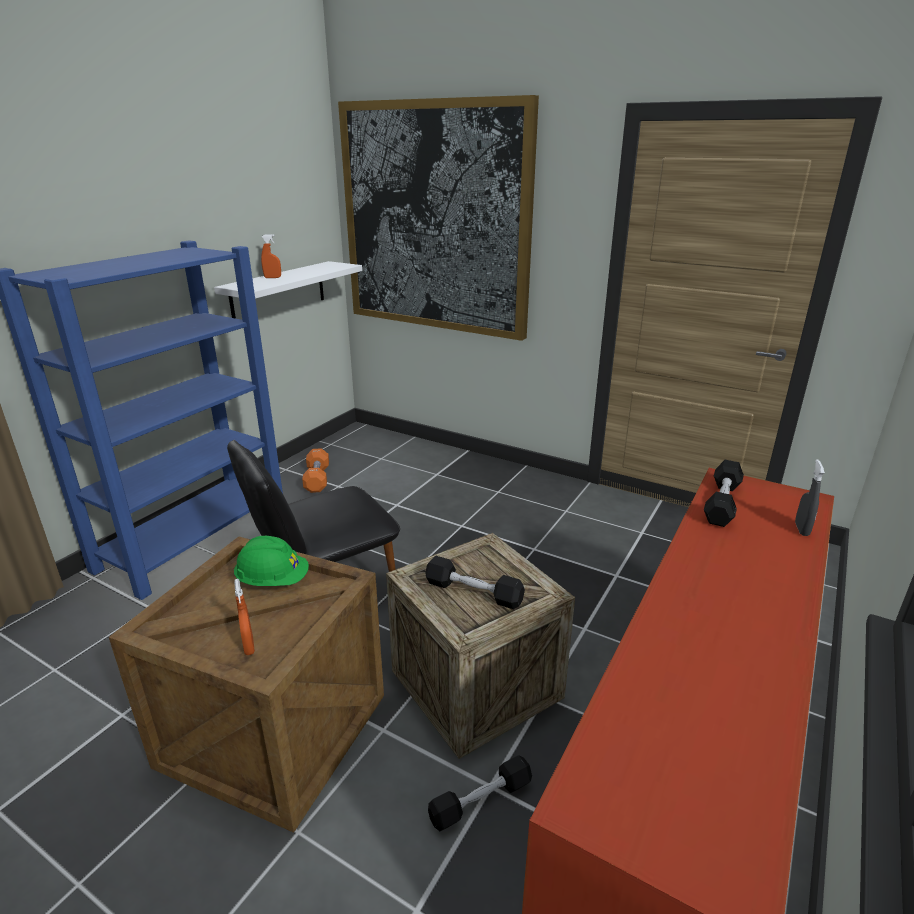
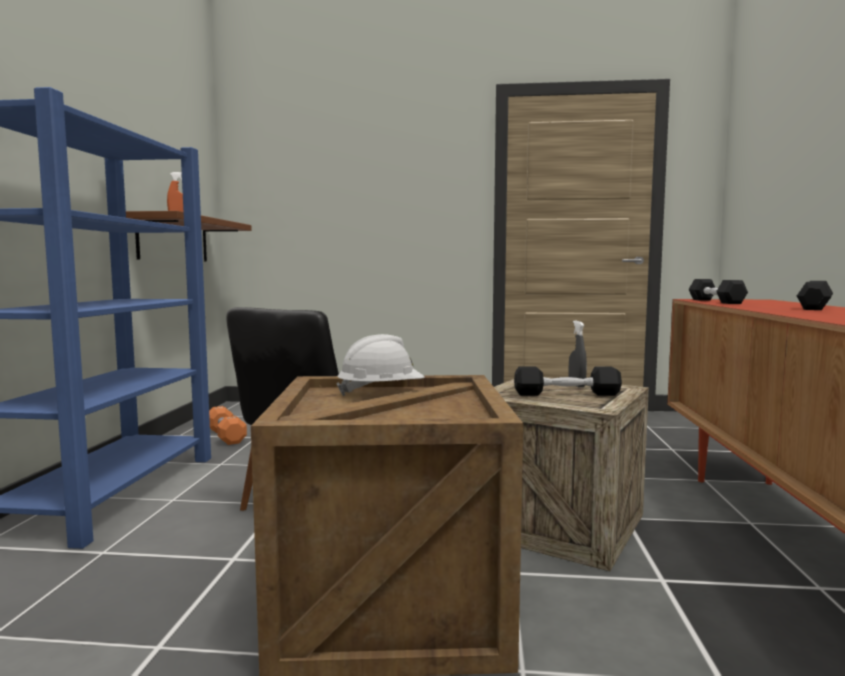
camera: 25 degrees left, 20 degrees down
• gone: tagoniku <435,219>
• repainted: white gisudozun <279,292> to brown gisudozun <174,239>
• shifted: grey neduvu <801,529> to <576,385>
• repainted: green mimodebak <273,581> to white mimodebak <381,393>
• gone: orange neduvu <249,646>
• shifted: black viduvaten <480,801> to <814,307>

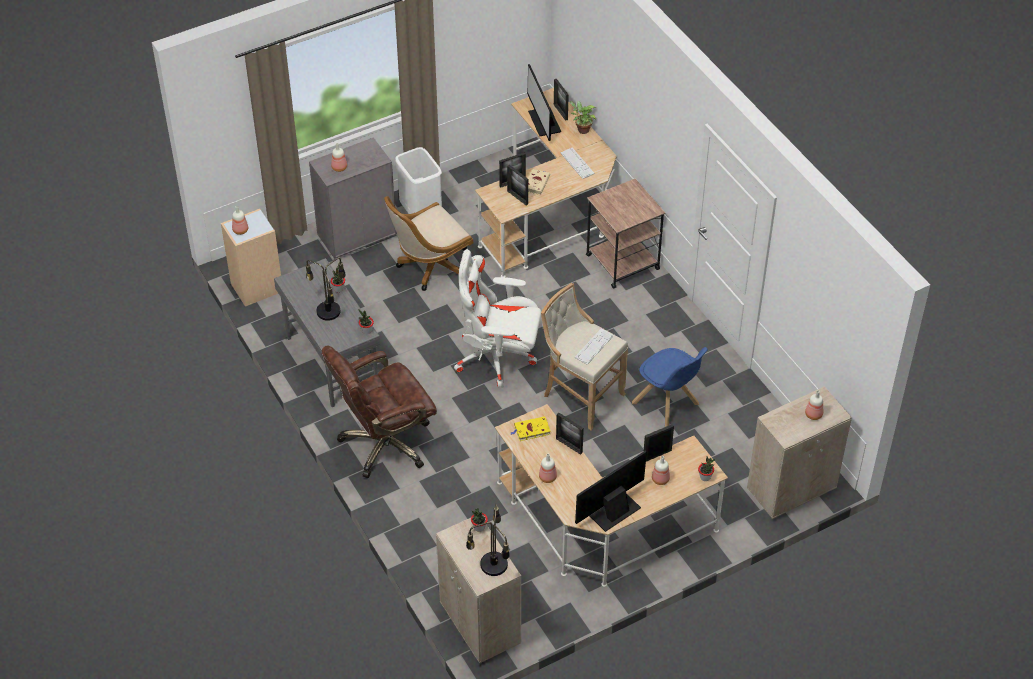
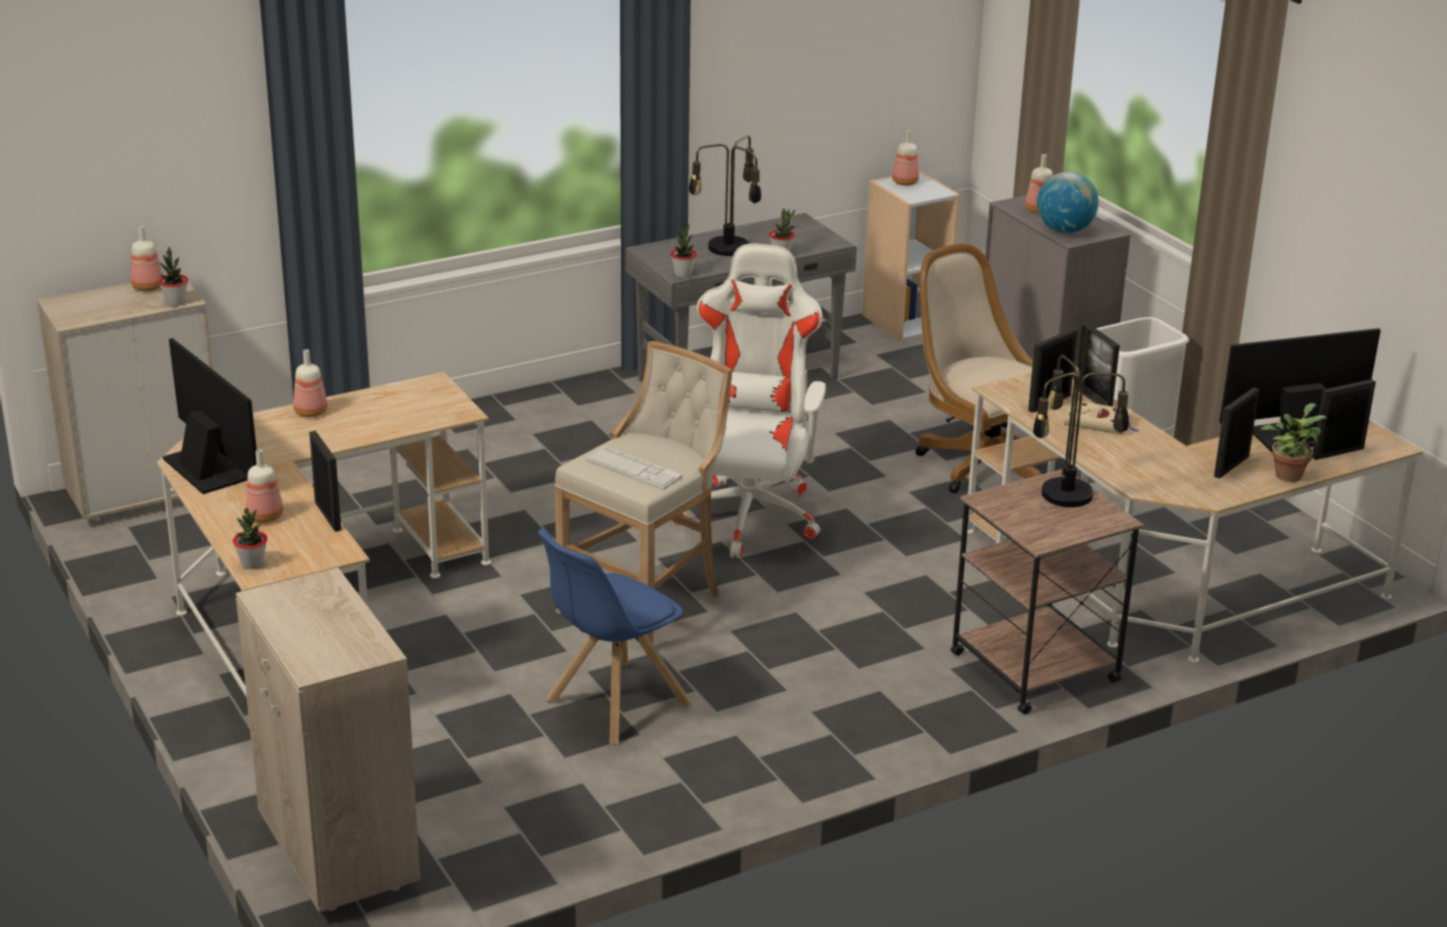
camera: 90 degrees right, 20 degrees down
• gone: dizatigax <577,163>
• gone: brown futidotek <385,442>
• shifted: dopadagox <813,414> to <149,287>
• shifted: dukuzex <569,445> to <1231,466>
• gone: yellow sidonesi <531,430>
• shifted: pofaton <493,564> to <1066,494>
• new: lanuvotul <1064,231>

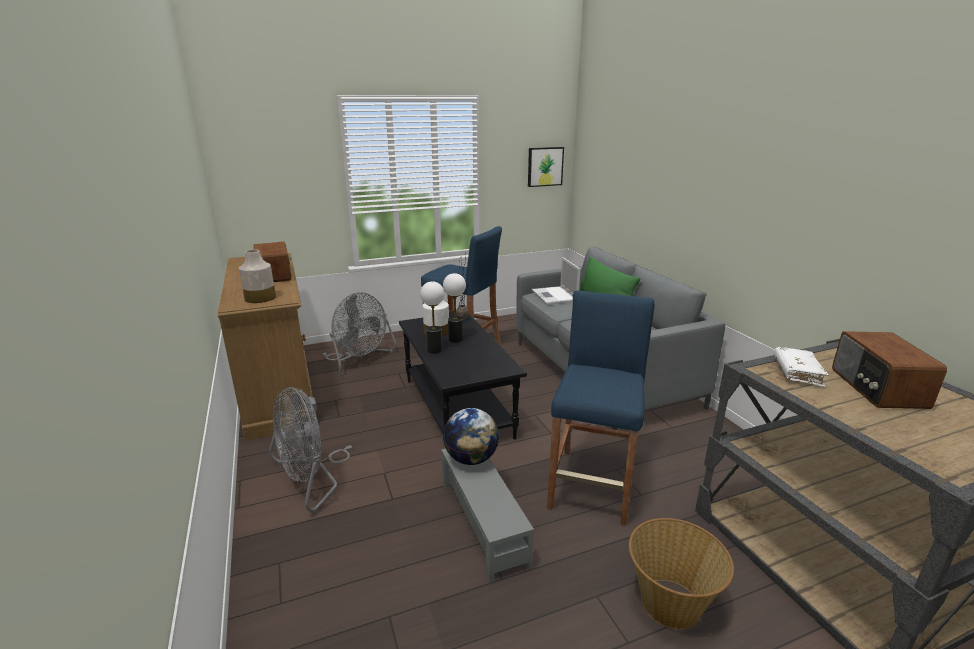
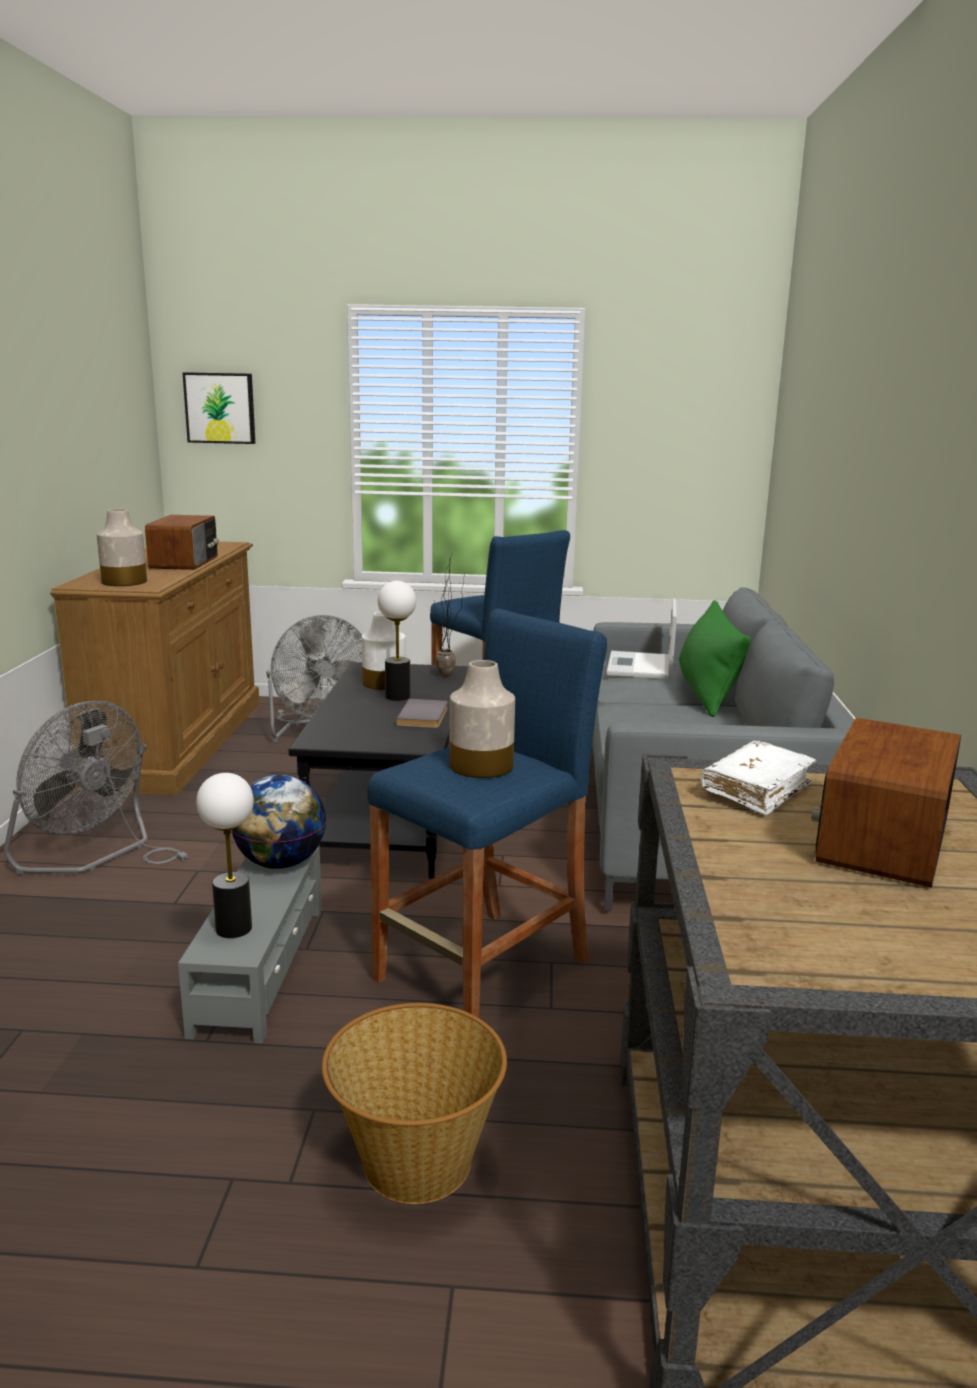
camera: 25 degrees right, 5 degrees down
• shifted: tagoniku <544,166> to <220,408>
• shifted: pofaton <434,350> to <234,928>
• rotated: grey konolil <312,477> = <106,851> 45 degrees clockwise
• new: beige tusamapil <480,765>
• new: grey sidonesi <425,716>

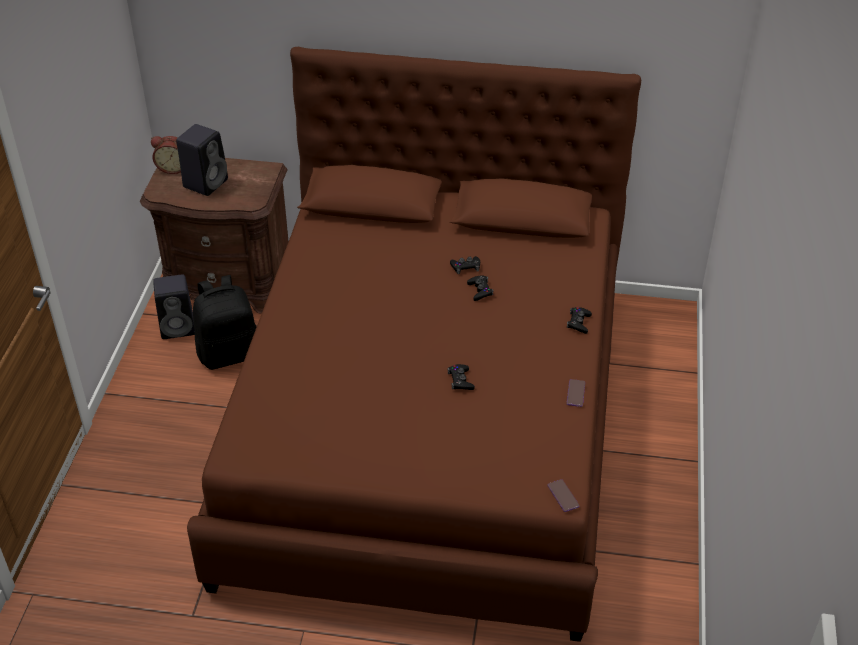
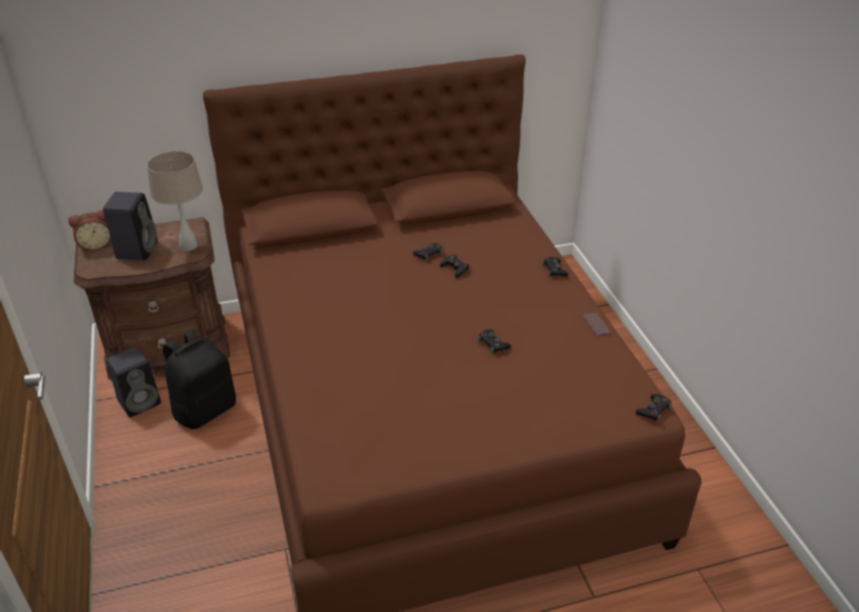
camera: 25 degrees left, 5 degrees down
• swapped: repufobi <563,496> to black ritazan <653,410>
• new: beige pofaton <188,246>

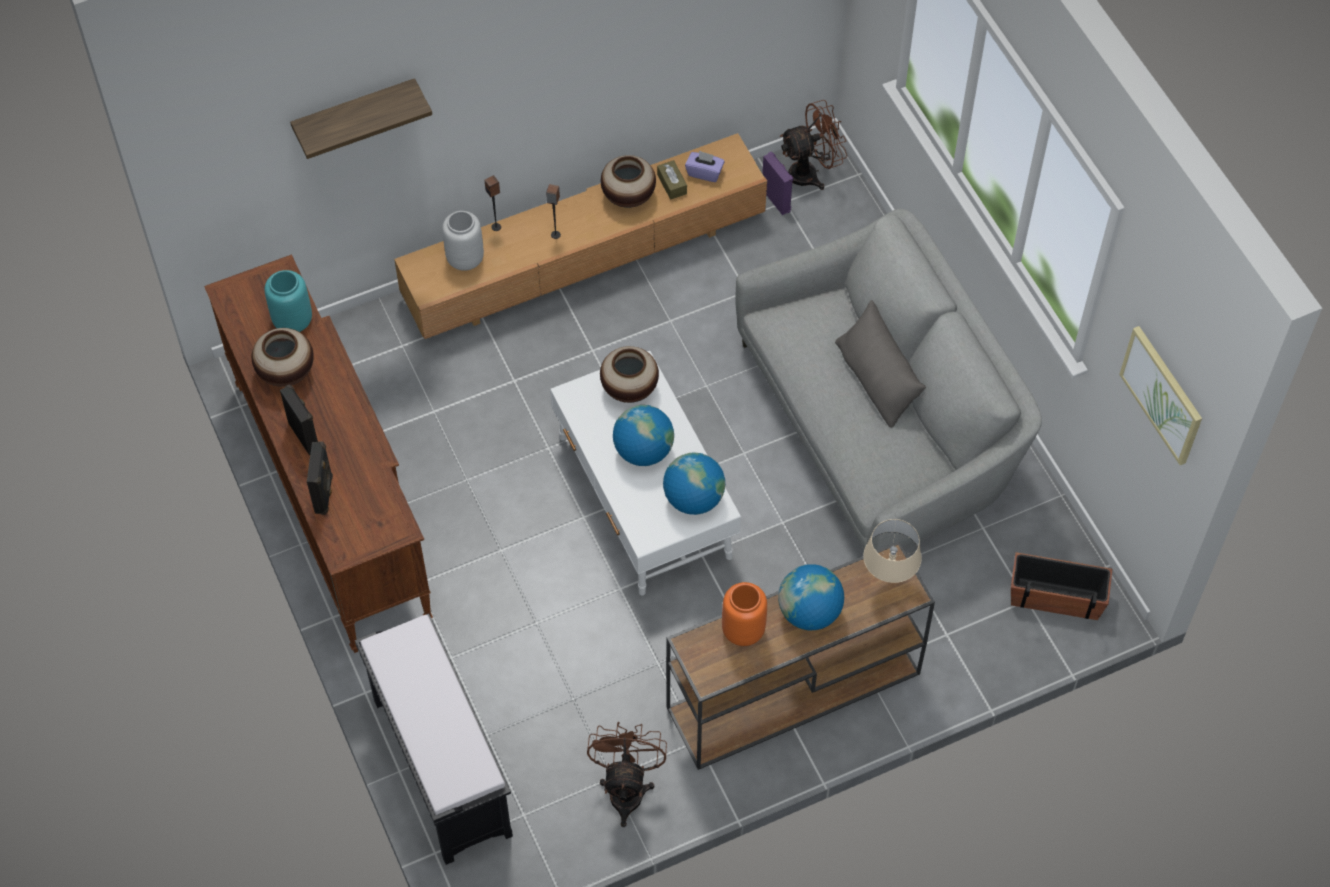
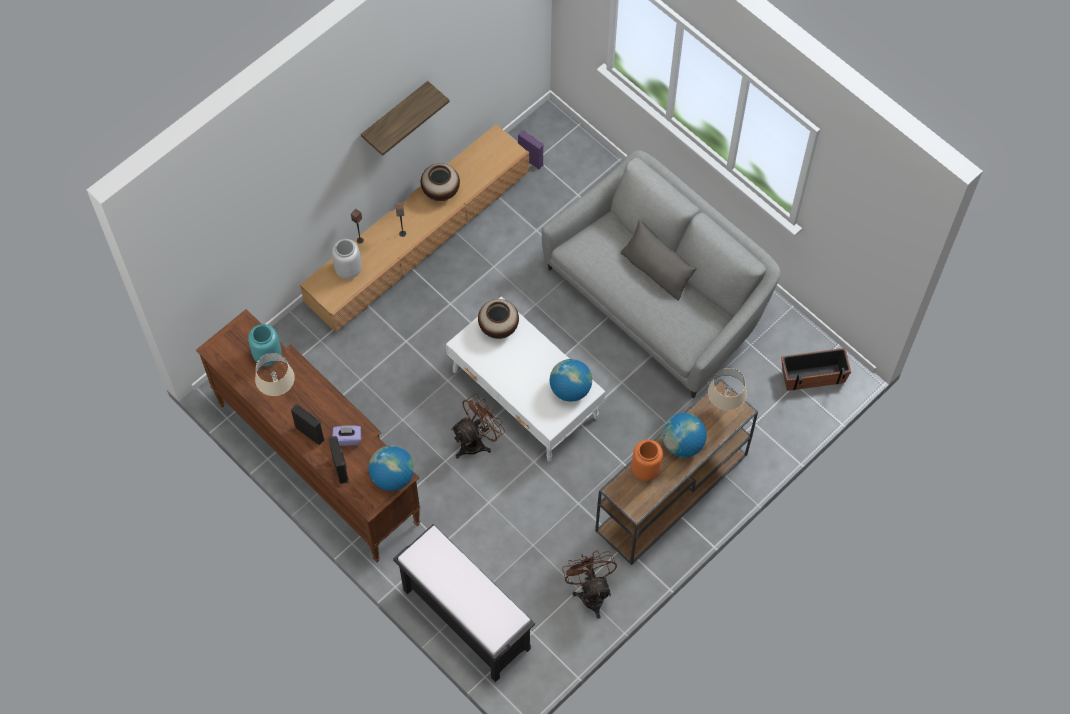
camera: 20 degrees left, 5 degrees up
• shifted: gisudozun <355,115> to <395,116>
• shifted: brown konolil <810,173> to <476,441>
• shifted: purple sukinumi <704,172> to <347,439>
• gone: brown sukinumi <672,184>
• gone: tagoniku <1162,394>
• swapped: tusamapil <286,372> to beige pofaton <279,392>
• shifted: lanuvotul <643,451> to <392,476>

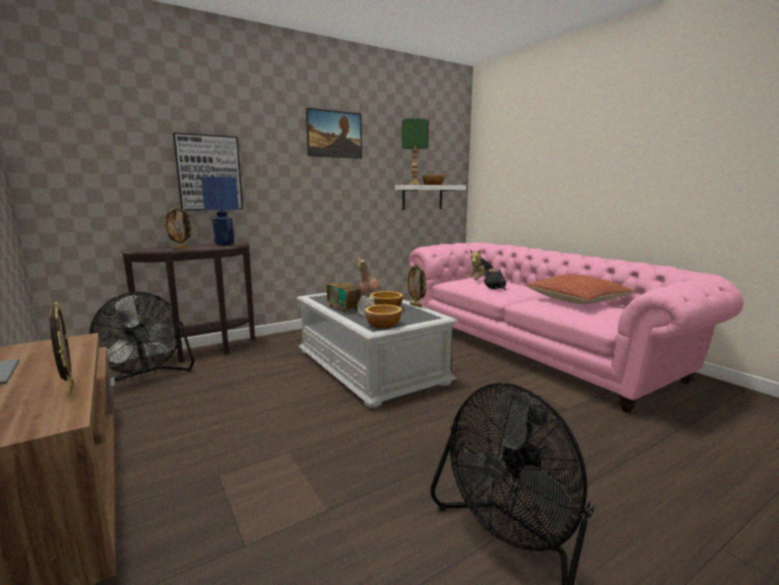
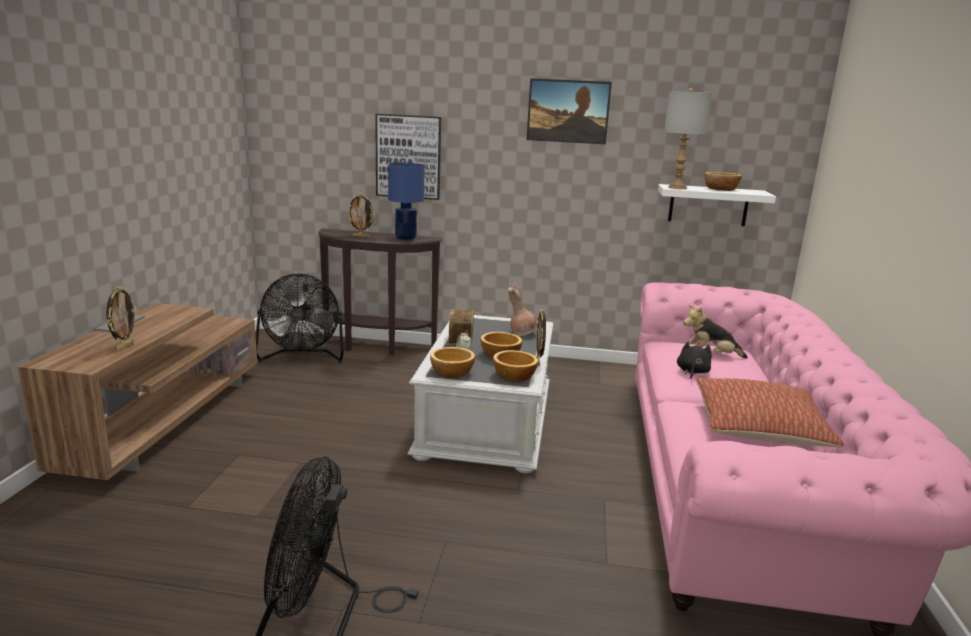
camera: 40 degrees right, 5 degrees up
• repainted: green pofaton <414,184> to grey pofaton <677,188>
• new: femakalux <513,376>

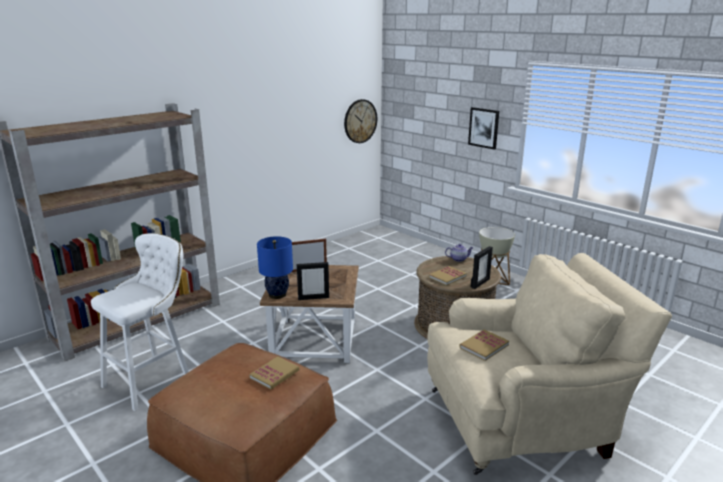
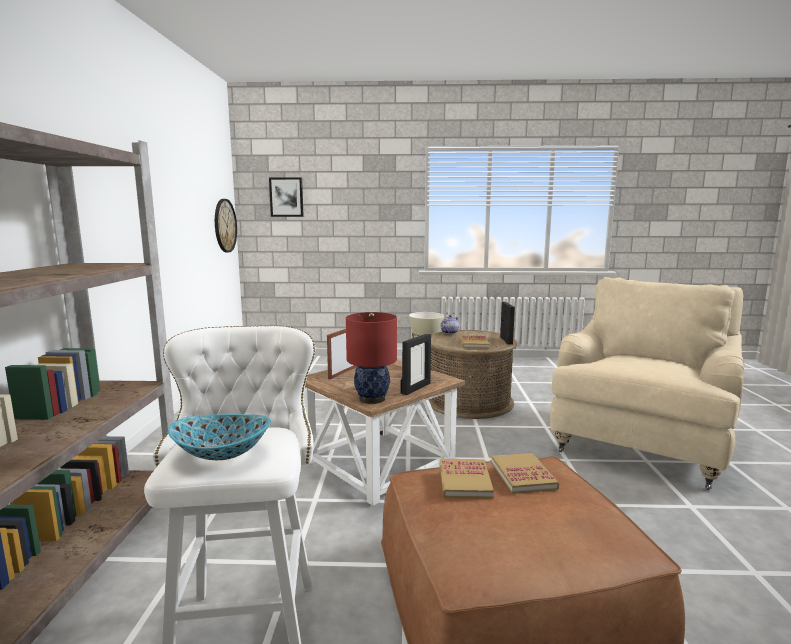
camera: 45 degrees left, 10 degrees down
• shifted: tagoniku <484,128> to <286,197>
• repainted: blue pofaton <277,295> to red pofaton <372,399>
• shifted: sidonesi <484,346> to <464,481>
• new: femakalux <222,454>

